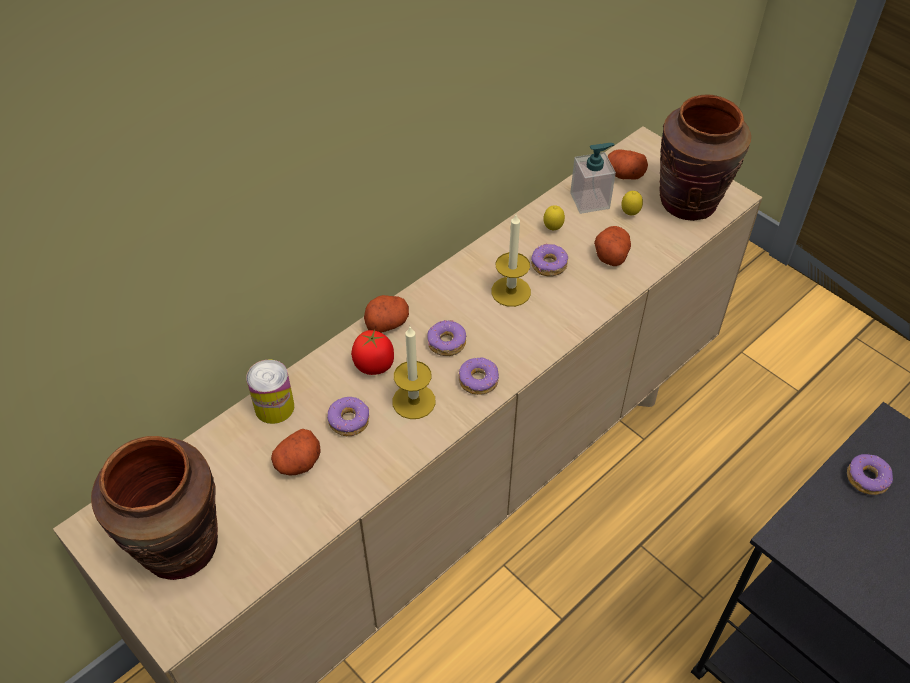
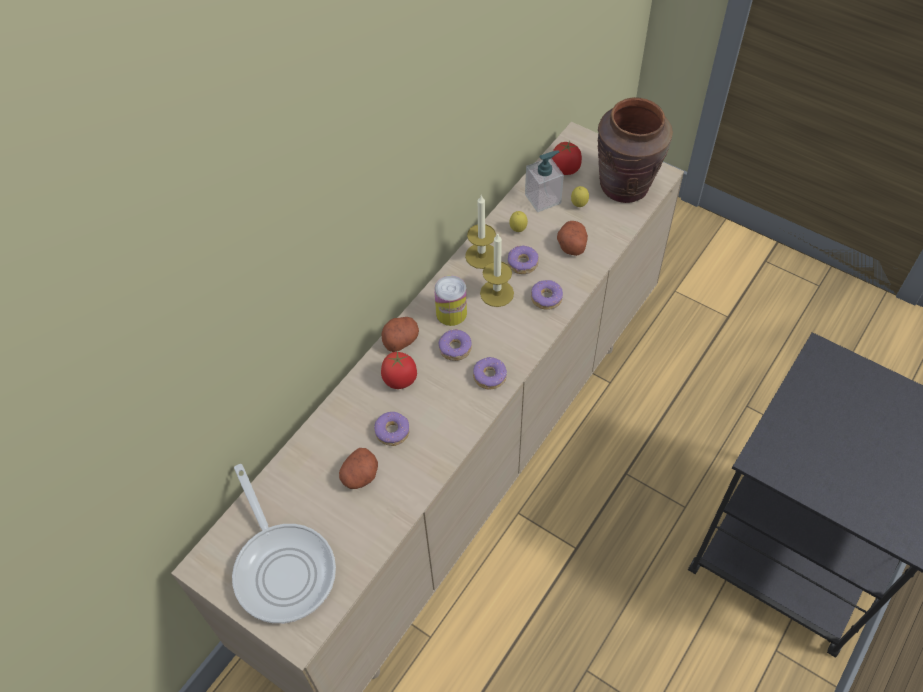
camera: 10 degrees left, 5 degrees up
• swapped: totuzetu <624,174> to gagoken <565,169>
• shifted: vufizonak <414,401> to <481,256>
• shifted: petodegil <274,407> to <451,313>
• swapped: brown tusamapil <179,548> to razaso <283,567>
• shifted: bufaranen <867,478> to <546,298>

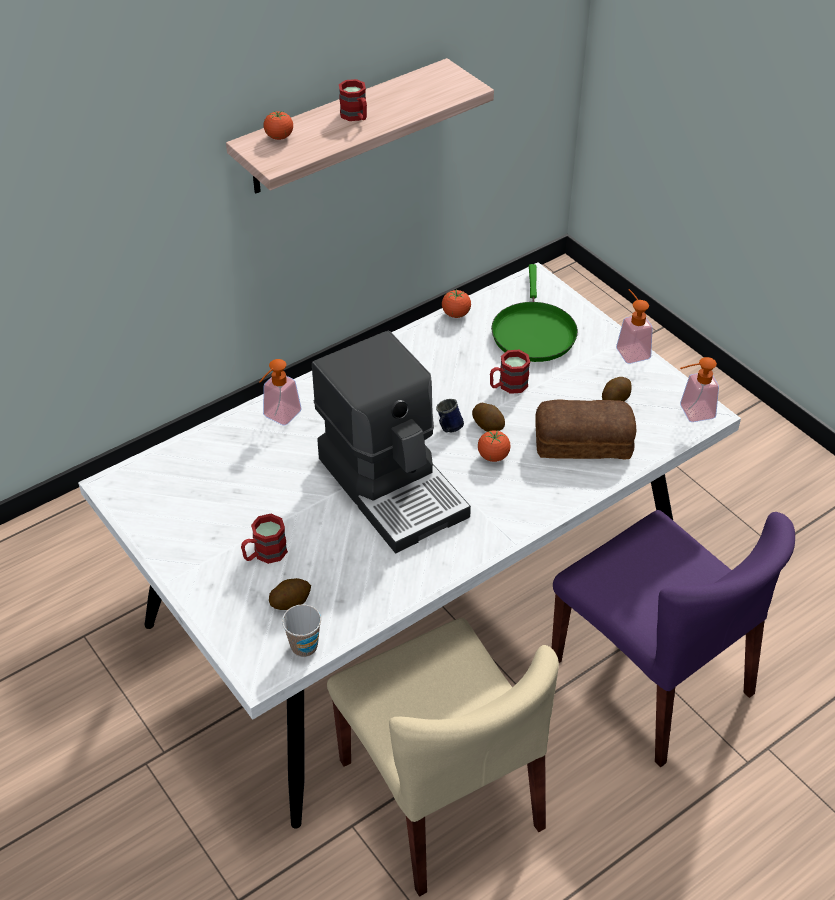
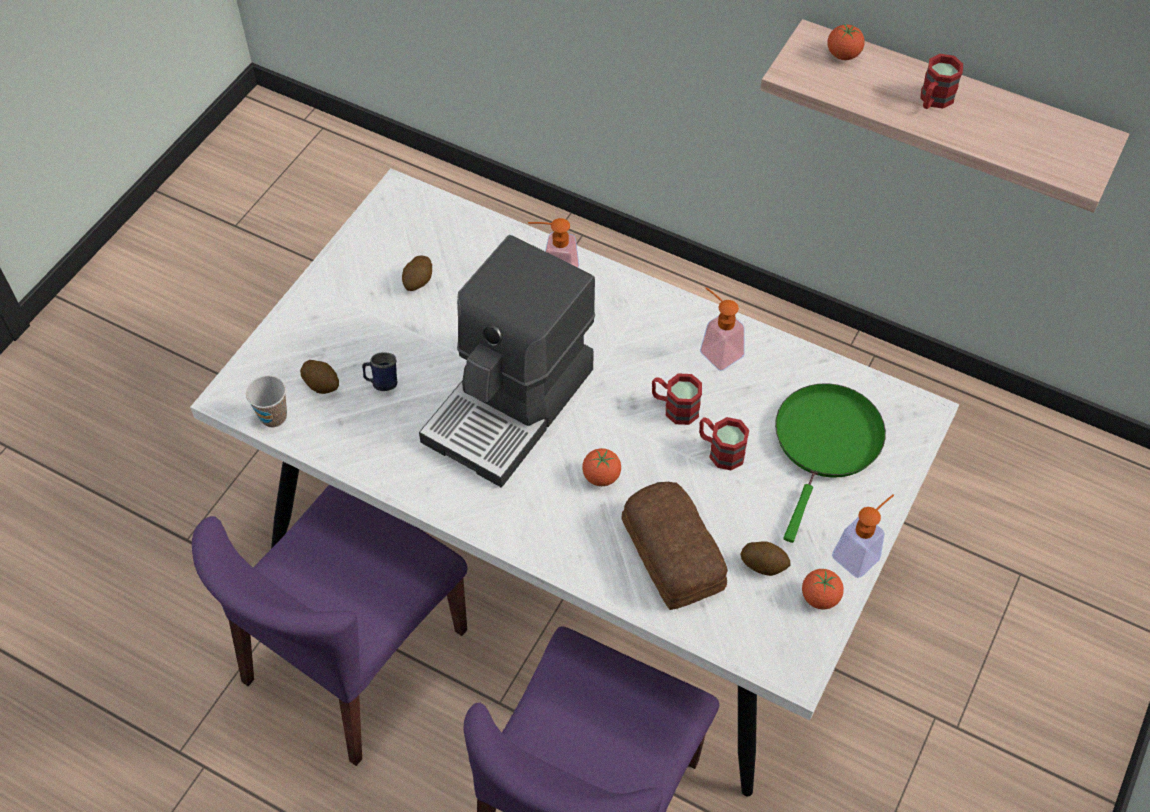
camera: 65 degrees right, 10 degrees up
• rotated: green razaso <533,332> = <826,443> 135 degrees clockwise
• shifted: gagoken <456,314> to <820,597>
• shifted: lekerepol <691,413> to <716,349>
• shifted: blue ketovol <448,429> to <381,382>
• shifted: totuzetu <488,425> to <418,281>
• shifted: red ketovol <264,554> to <674,407>
• repainted: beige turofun <441,795> to purple turofun <355,657>

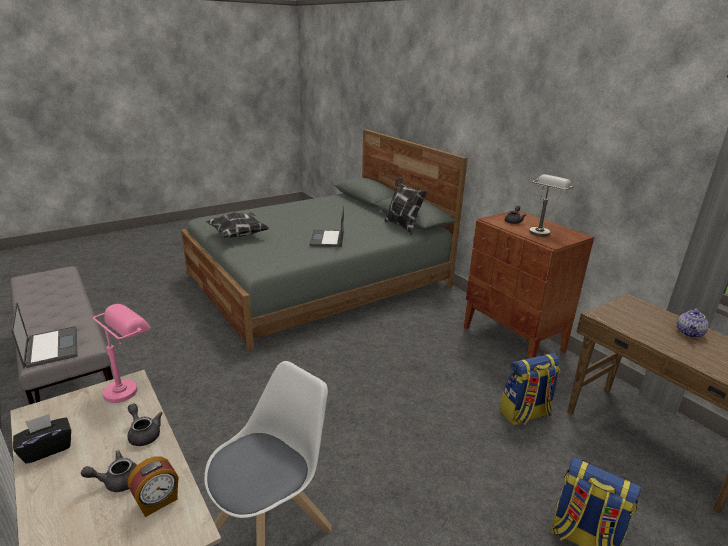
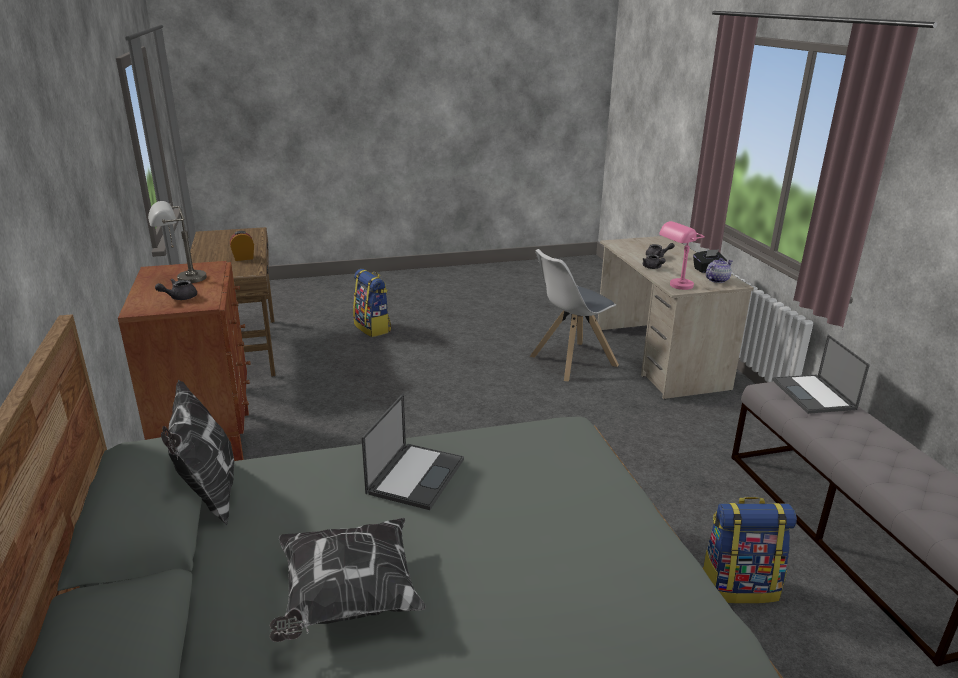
camera: 160 degrees left, 0 degrees up
• shifted: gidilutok <238,235> to <346,599>
• shifted: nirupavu <689,333> to <717,280>
• shifted: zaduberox <525,414> to <739,586>
• shifted: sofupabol <158,502> to <243,258>

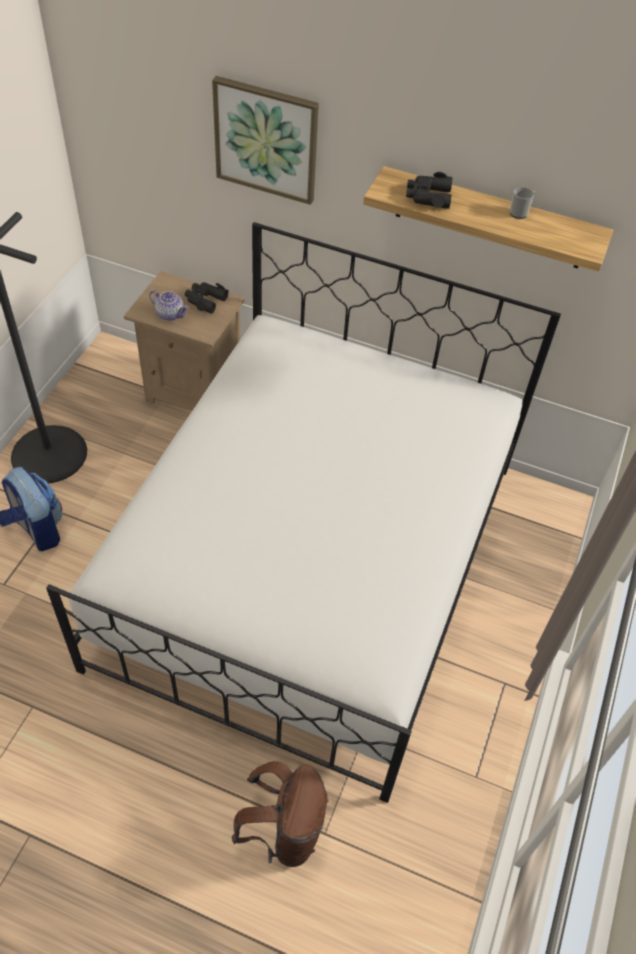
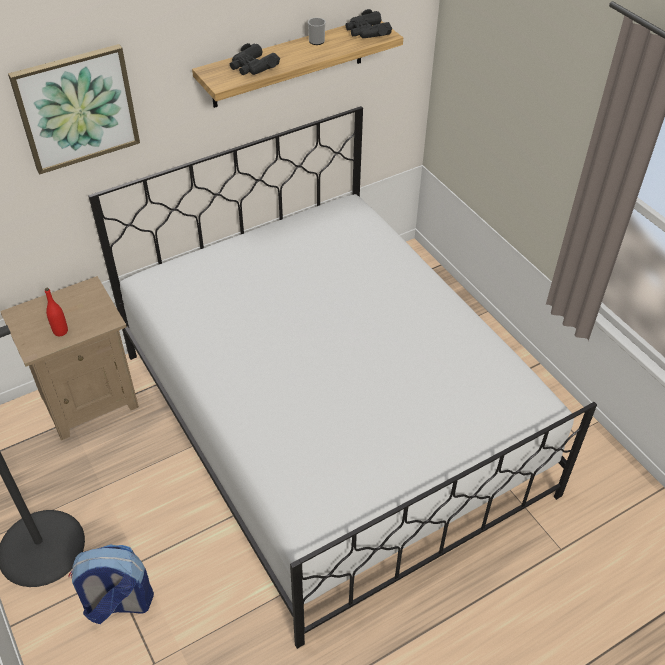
camera: 50 degrees left, 5 degrees down
• shifted: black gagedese <205,300> to <367,31>
• swapped: nirupavu <170,314> to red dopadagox <60,331>
• gone: brown zaduberox <284,830>

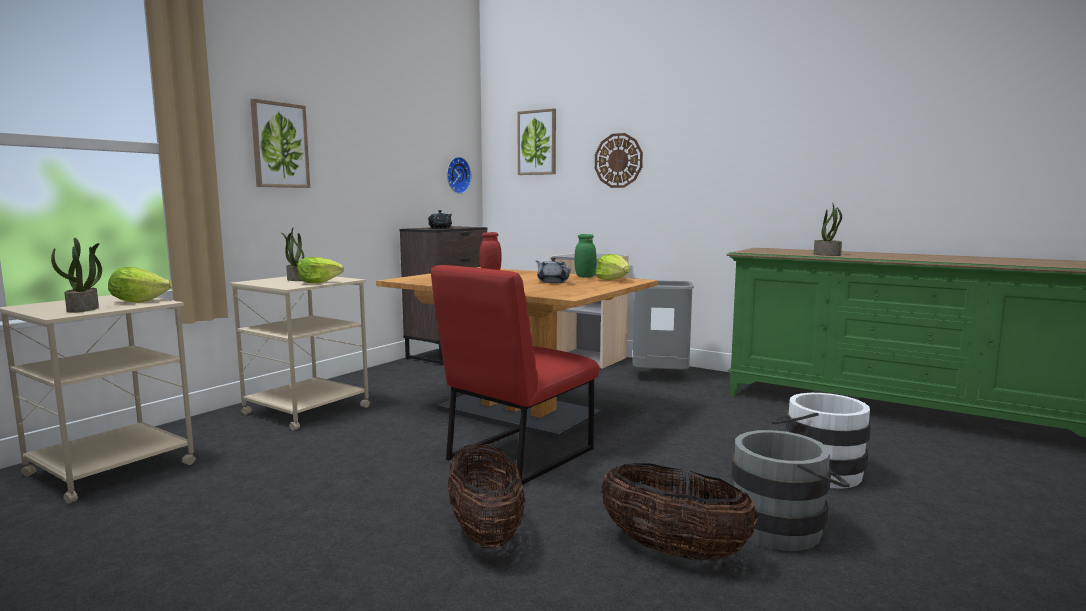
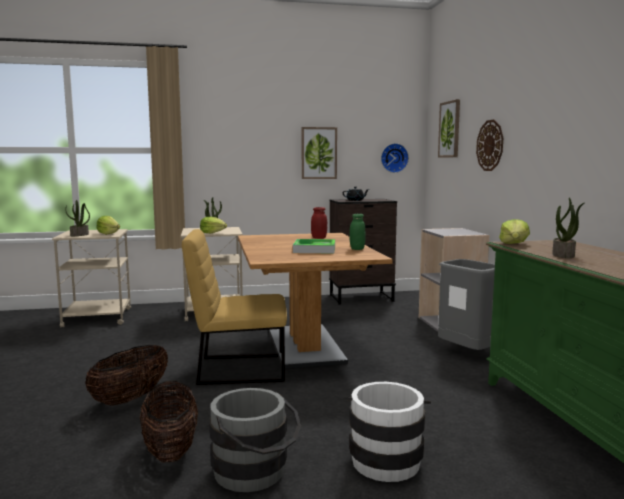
camera: 45 degrees right, 0 degrees up
• shifted: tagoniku <280,145> to <319,153>
• shifted: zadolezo <613,280> to <514,244>
• swapped: grey nirupavu <552,282> to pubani <314,249>
• repainted: red turofun <517,455> to yellow turofun <238,369>

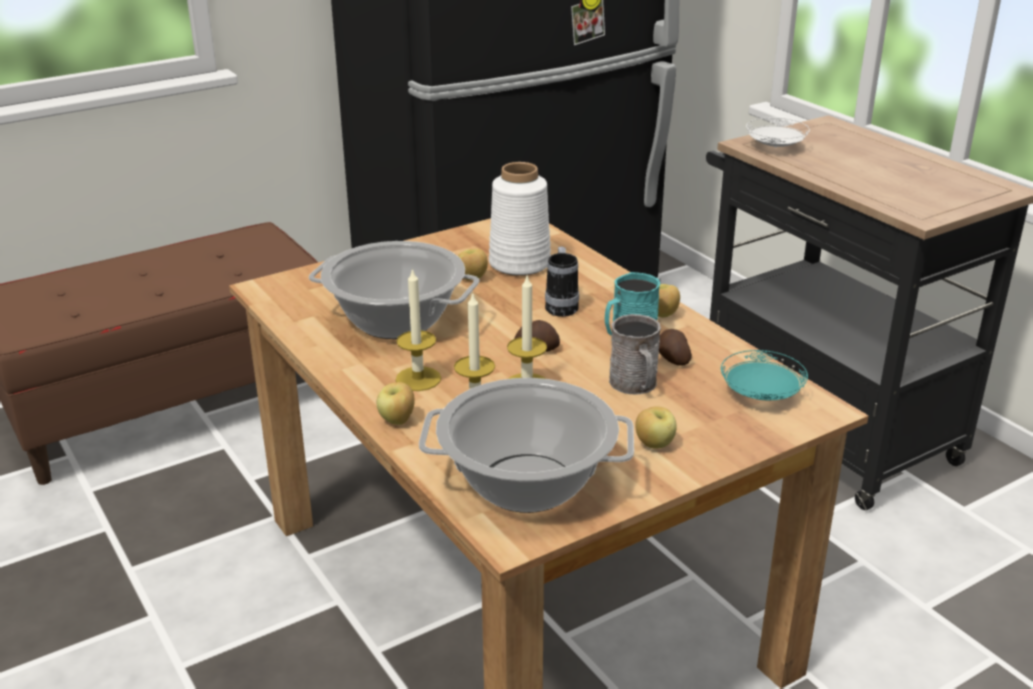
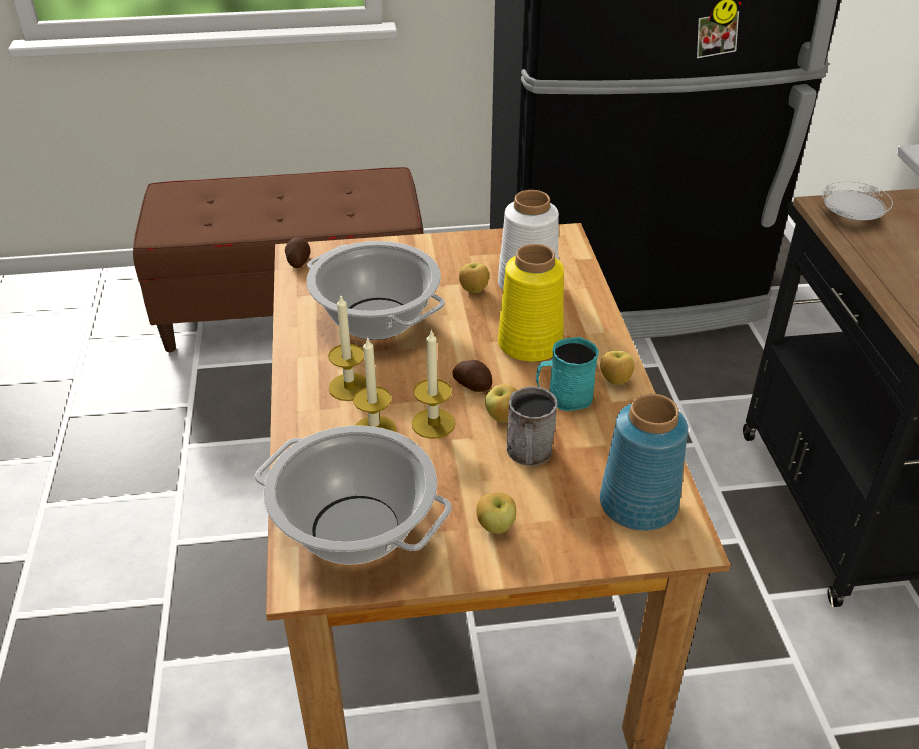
camera: 25 degrees right, 10 degrees up
• swapped: ketovol <561,306> to yellow tusamapil <530,343>
• shifted: totuzetu <672,358> to <298,261>
• swapped: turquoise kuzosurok <761,396> to blue tusamapil <638,505>
• shifted: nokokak <397,421> to <502,417>

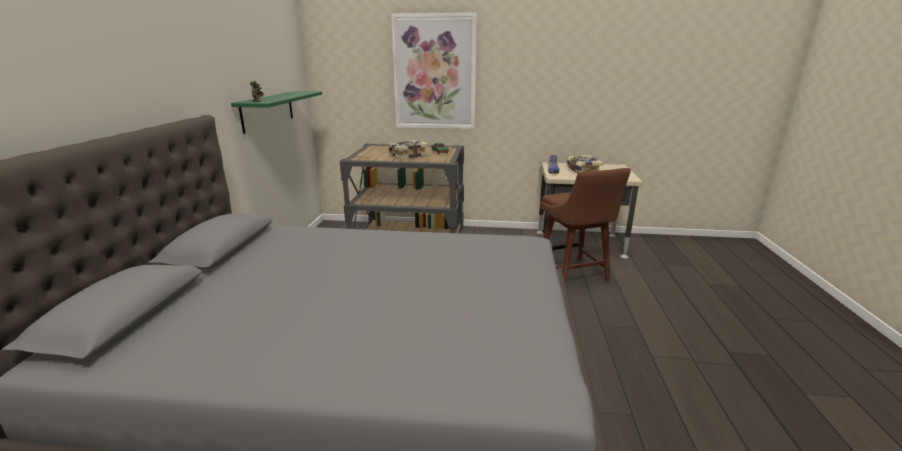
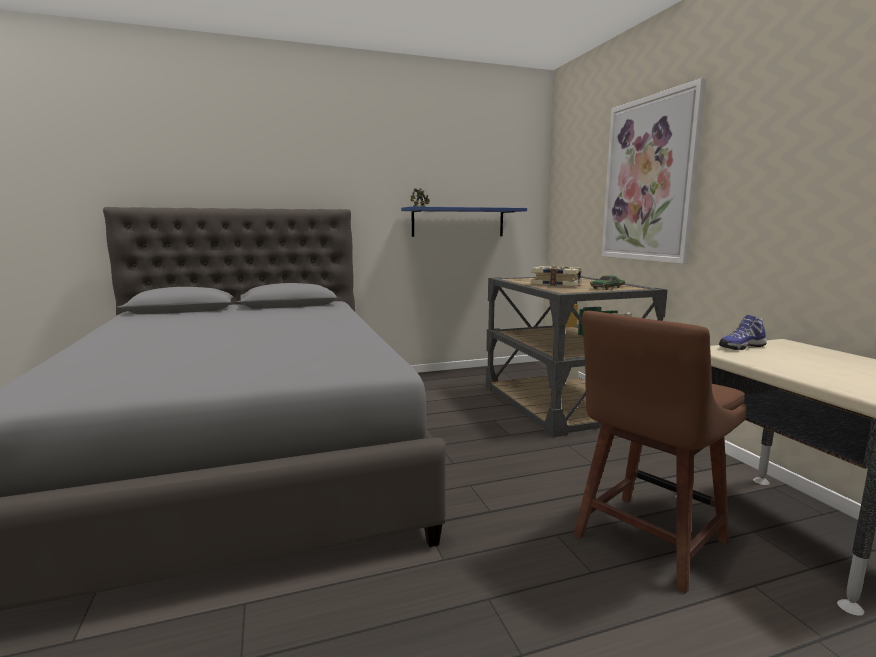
camera: 65 degrees right, 10 degrees down
• repainted: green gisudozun <268,110> to blue gisudozun <458,222>
• gone: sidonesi <582,171>

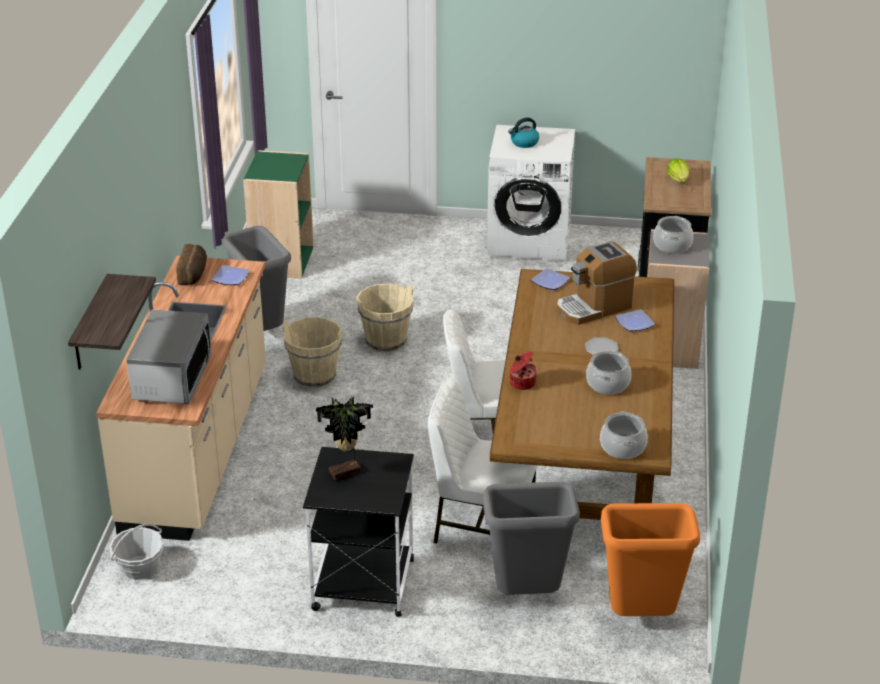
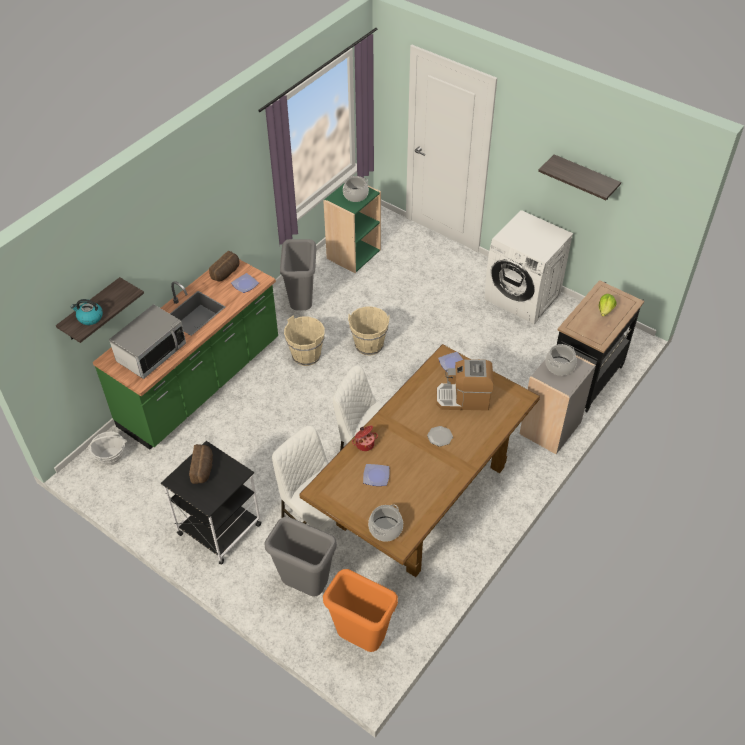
camera: 30 degrees right, 15 degrees up
• shifted: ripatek <524,143> to <90,317>
• repainted: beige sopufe <199,450> to green sopufe <201,384>
• shifted: kuzosurok <635,323> to <376,476>
• shifted: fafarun <607,384> to <355,195>
• swapped: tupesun <346,473> to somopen <203,469>
• new: gisudozun <585,178>

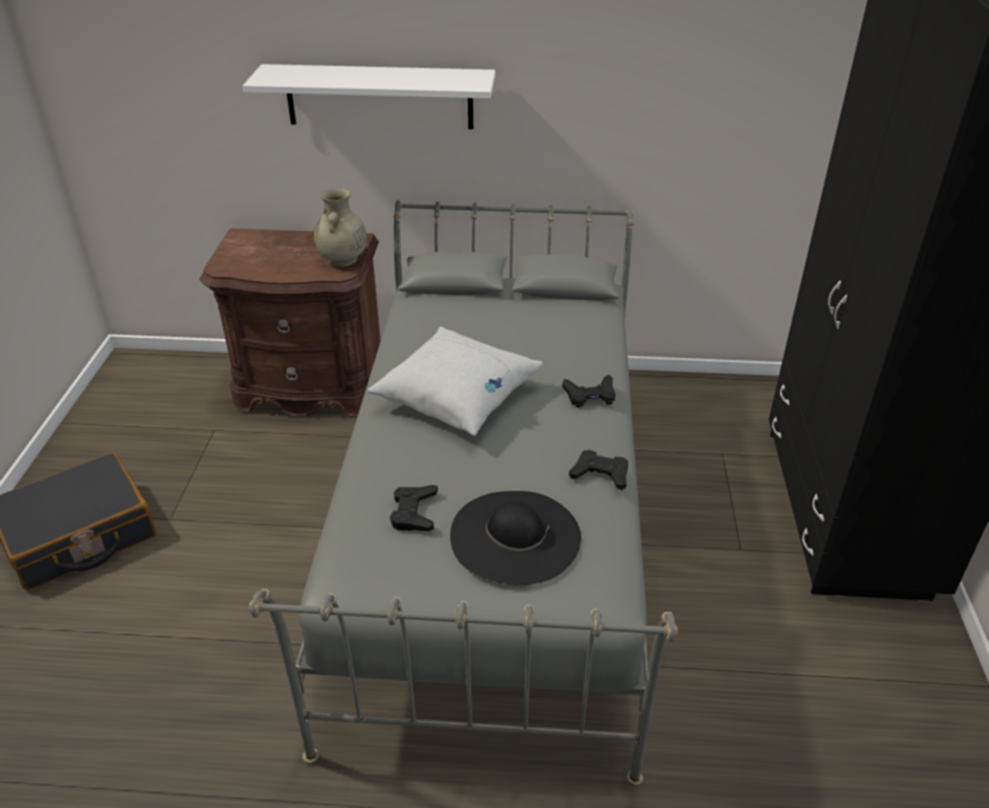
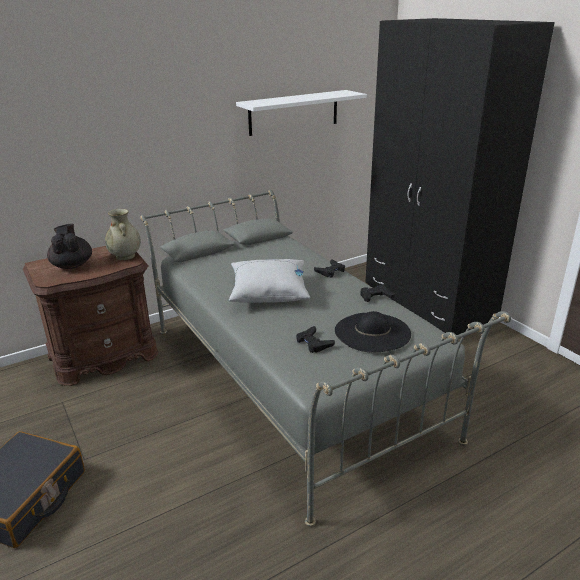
camera: 35 degrees left, 10 degrees down
• shifted: white gisudozun <379,96> to <294,112>
• new: black nirupavu <72,265>

